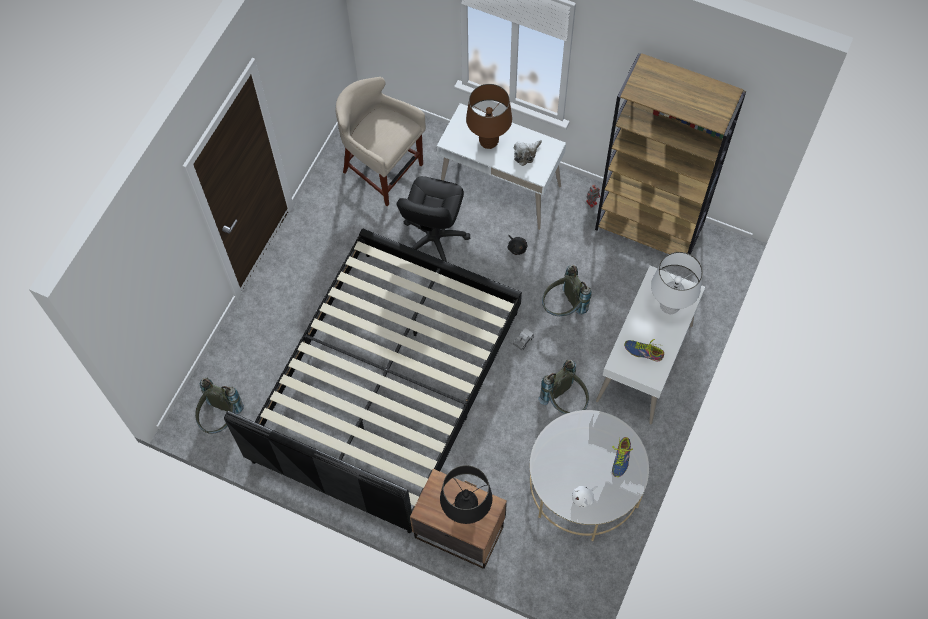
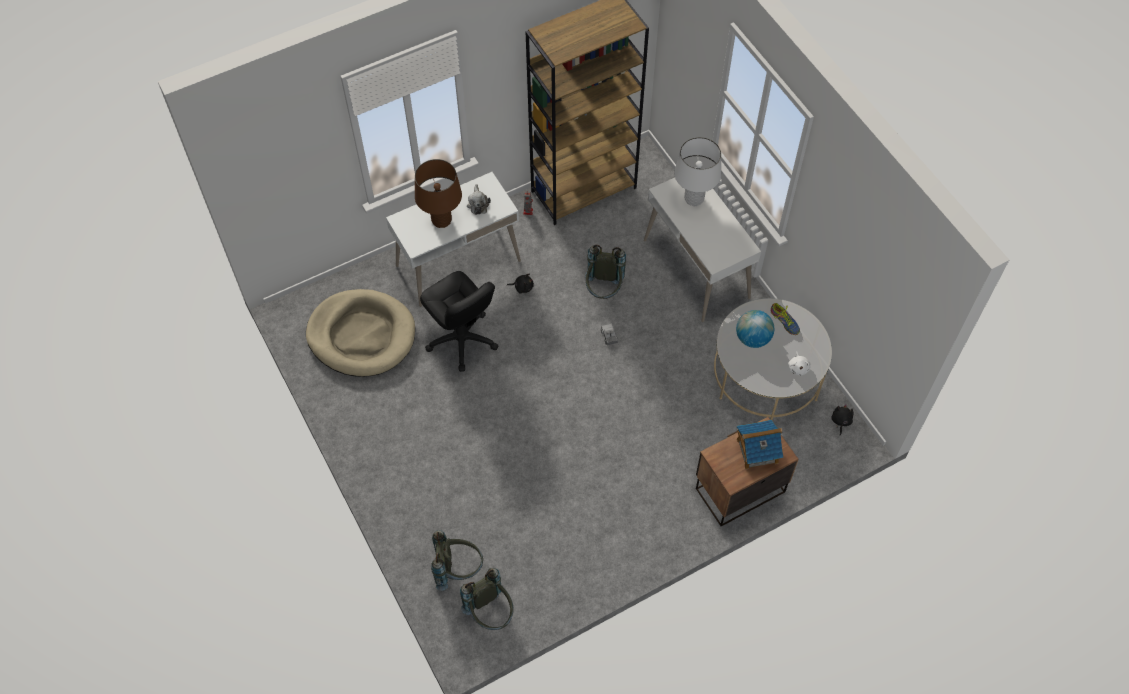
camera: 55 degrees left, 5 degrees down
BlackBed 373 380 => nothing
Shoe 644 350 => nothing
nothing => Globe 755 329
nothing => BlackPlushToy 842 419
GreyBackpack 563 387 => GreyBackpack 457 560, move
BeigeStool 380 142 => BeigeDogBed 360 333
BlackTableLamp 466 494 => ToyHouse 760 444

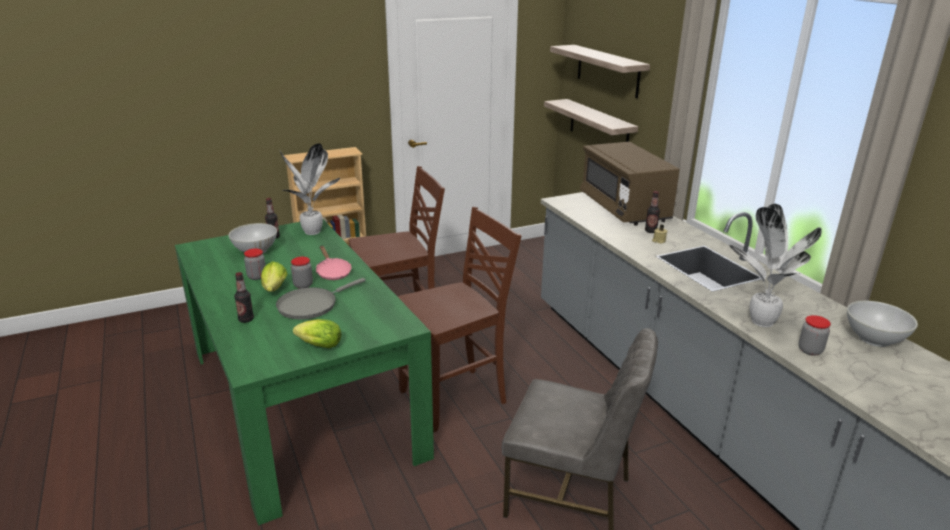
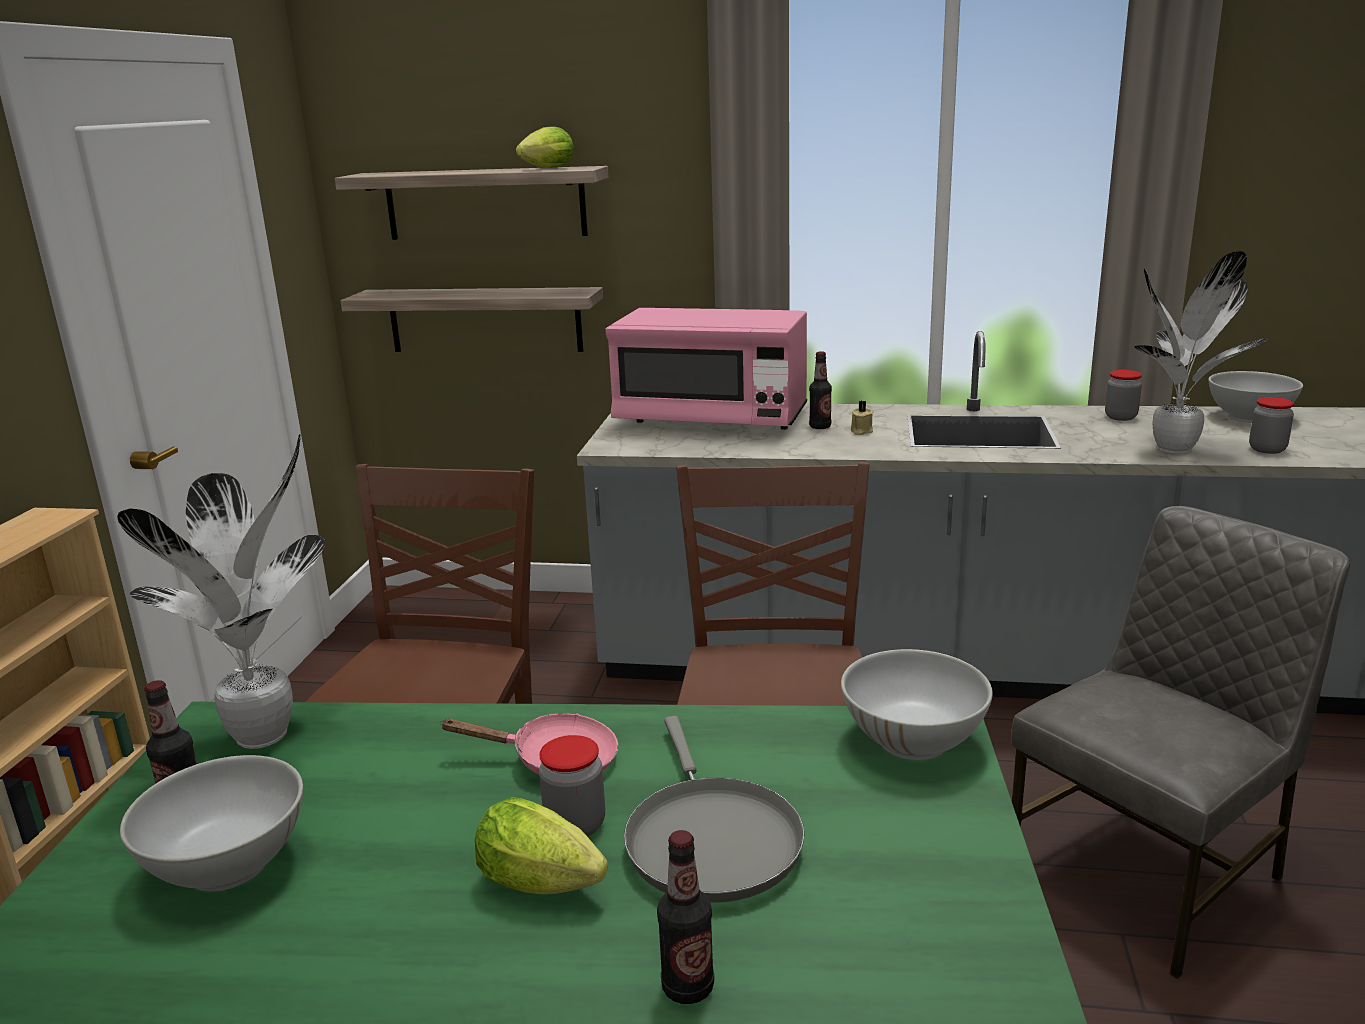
camera: 55 degrees left, 5 degrees down
nothing => WhiteBowl 917 704
Jar 255 264 => Jar 1123 395, move
Lettuce 317 333 => Lettuce 545 147, move
BrownMicrowave 630 184 => PinkMicrowave 706 369

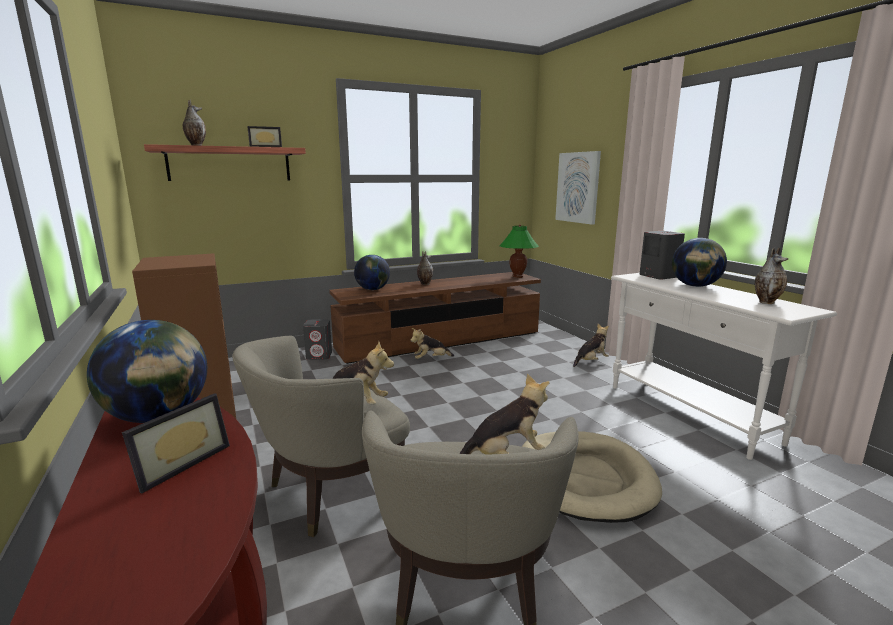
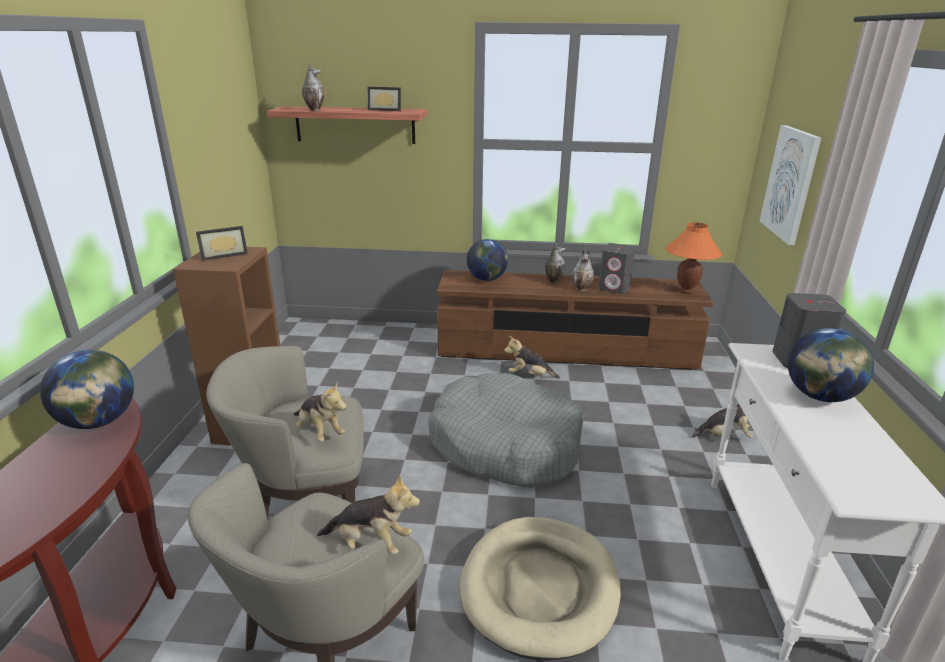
camera: 30 degrees right, 10 degrees up
nothing => GreyDogBed 506 430
PictureFrame 176 443 => PictureFrame 222 243, move
GreySpeaker 317 339 => GreySpeaker 616 268, move
Vase 771 276 => Vase 583 270, move
GreenTableLamp 519 251 => OrangeTableLamp 693 258

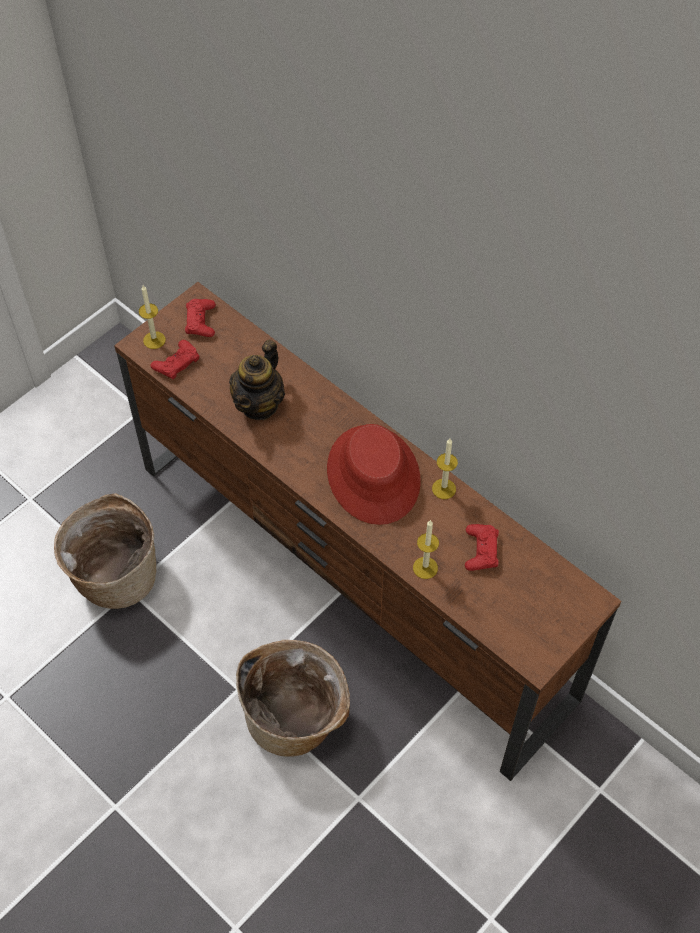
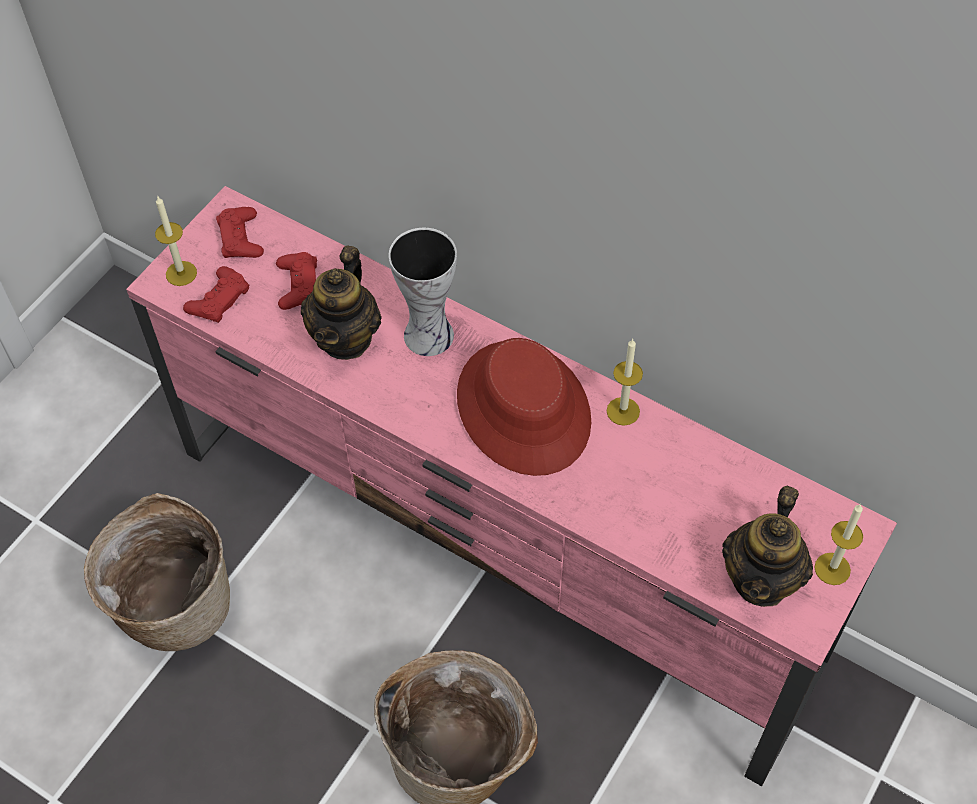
camera: 10 degrees left, 0 degrees up
nothing => Vase 422 292
nothing => Teapot 767 546
Candle 426 549 => Candle 838 544, move
RedGameController 482 547 => RedGameController 296 281, move
BrownTvStand 367 531 => PinkTvStand 511 486

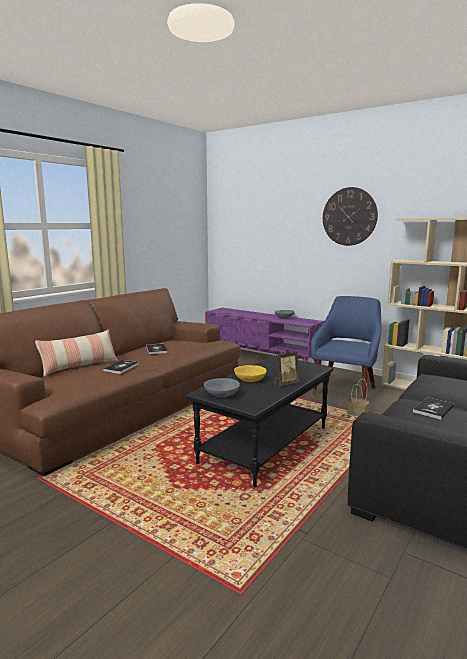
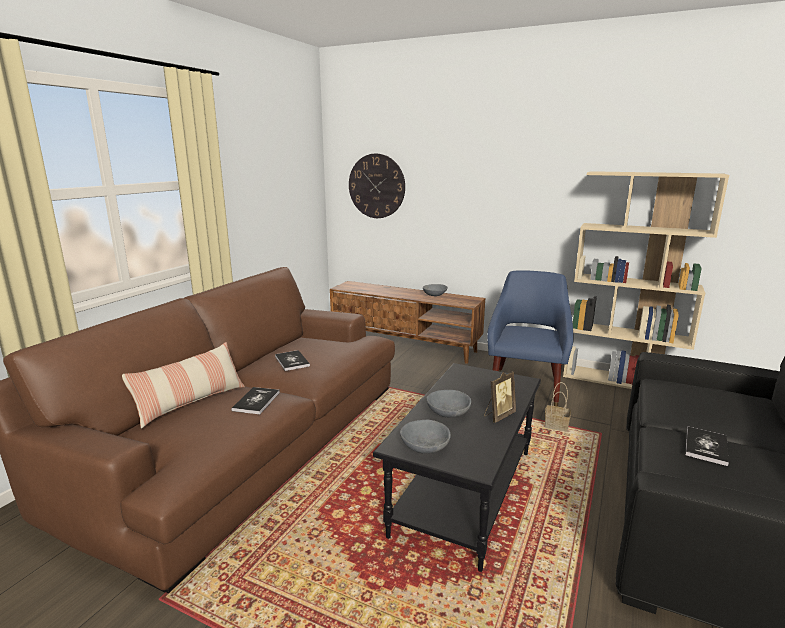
camera: 10 degrees left, 5 degrees up
WallClock 350 216 => WallClock 377 186, move
PurpleTvStand 264 336 => BrownTvStand 407 322
YellowBowl 250 373 => GreyBowl 448 404

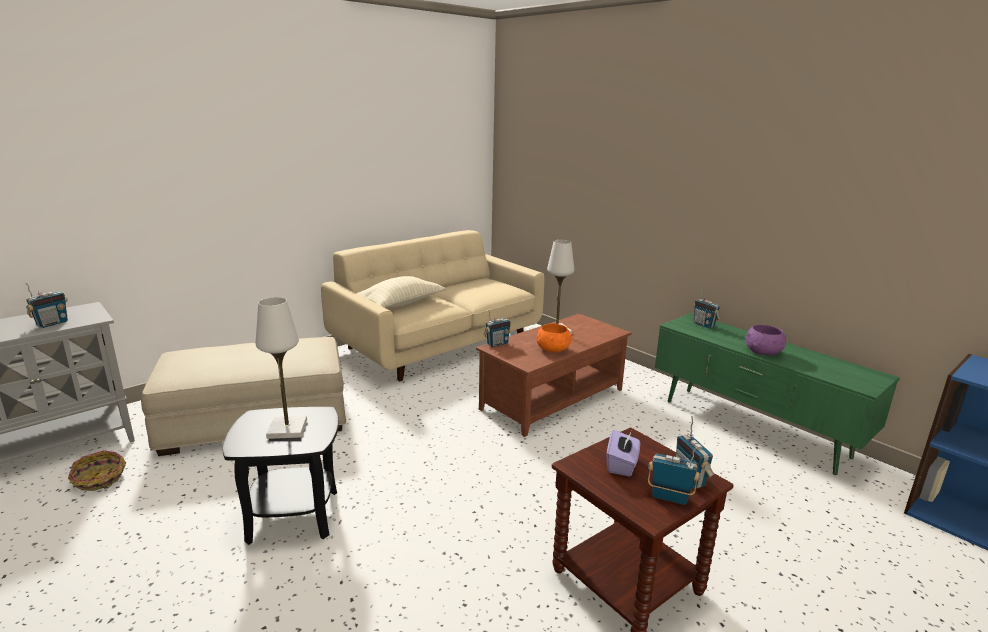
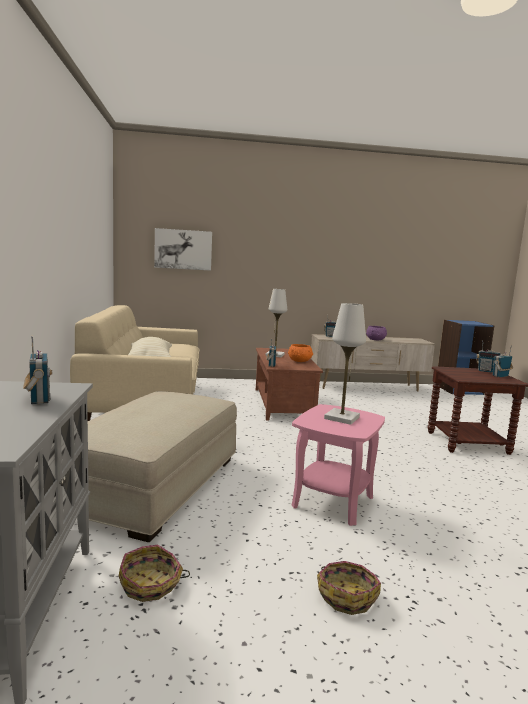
camera: 55 degrees left, 10 degrees down
PurpleTissueBox 623 453 => nothing
nothing => Picture 183 249
nothing => Basket 349 588
BlackSideTable 280 476 => PinkSideTable 338 465
GreenTvStand 777 394 => BeigeTvStand 372 362

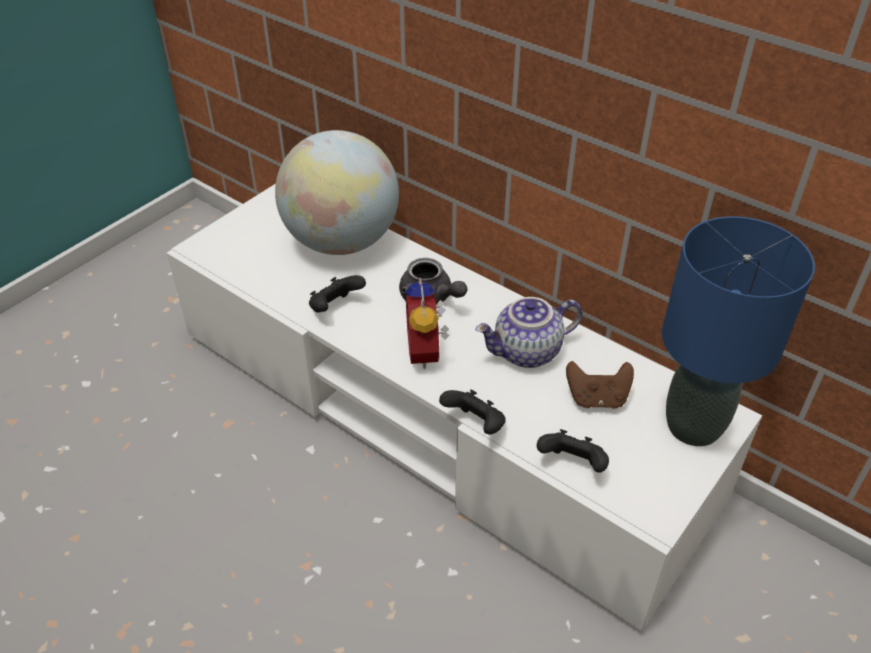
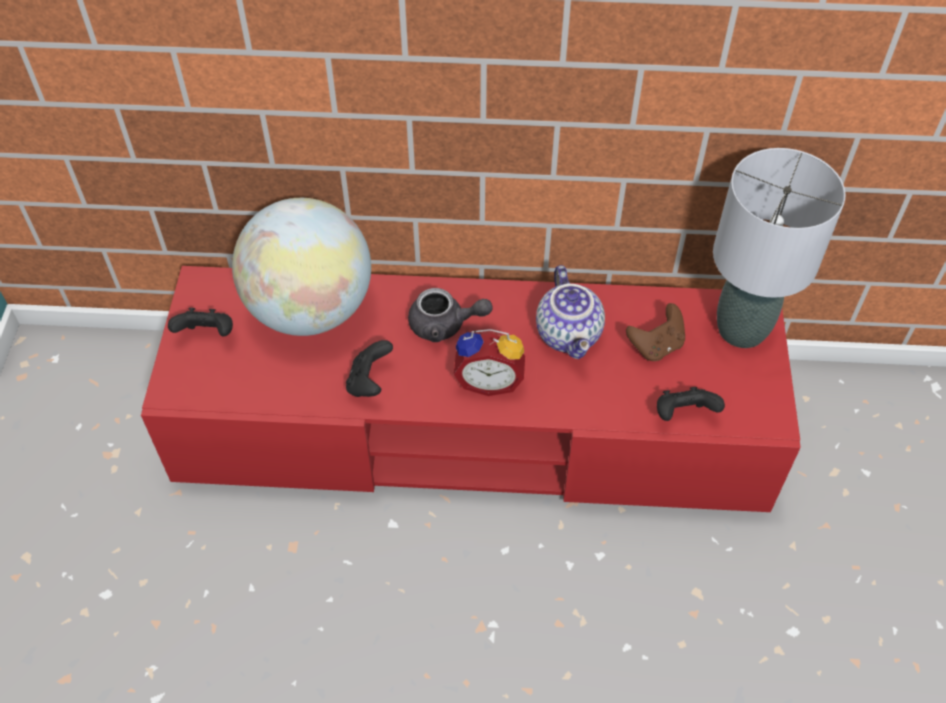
camera: 35 degrees left, 10 degrees up
BlackGameController 472 412 => BlackGameController 200 322, move
WhiteTvStand 464 407 => RedTvStand 471 389
BlueTableLamp 738 331 => GreyTableLamp 779 248
AlarmClock 428 323 => AlarmClock 489 362, 45 degrees counterclockwise
Teapot 528 332 => Teapot 570 312, 45 degrees counterclockwise

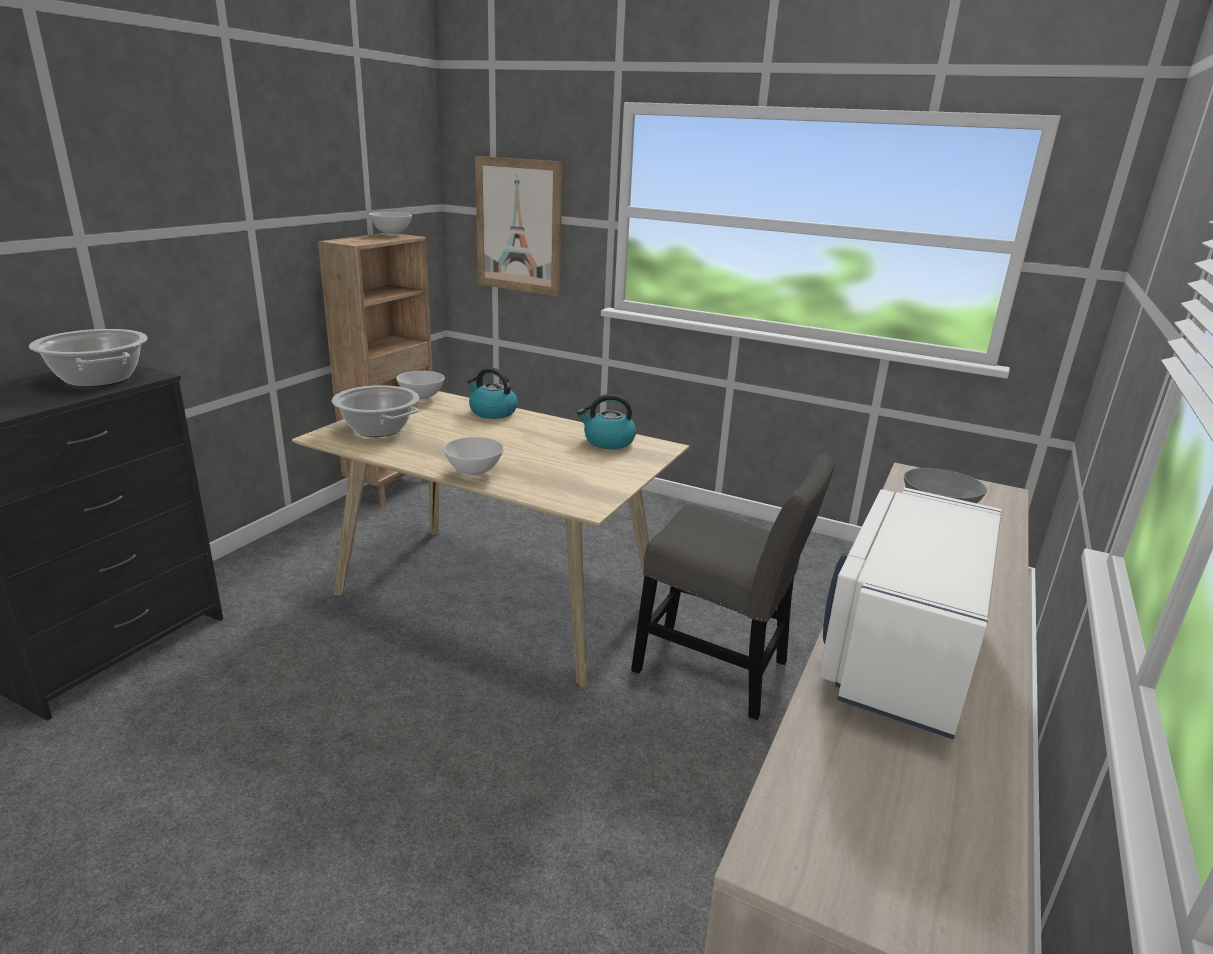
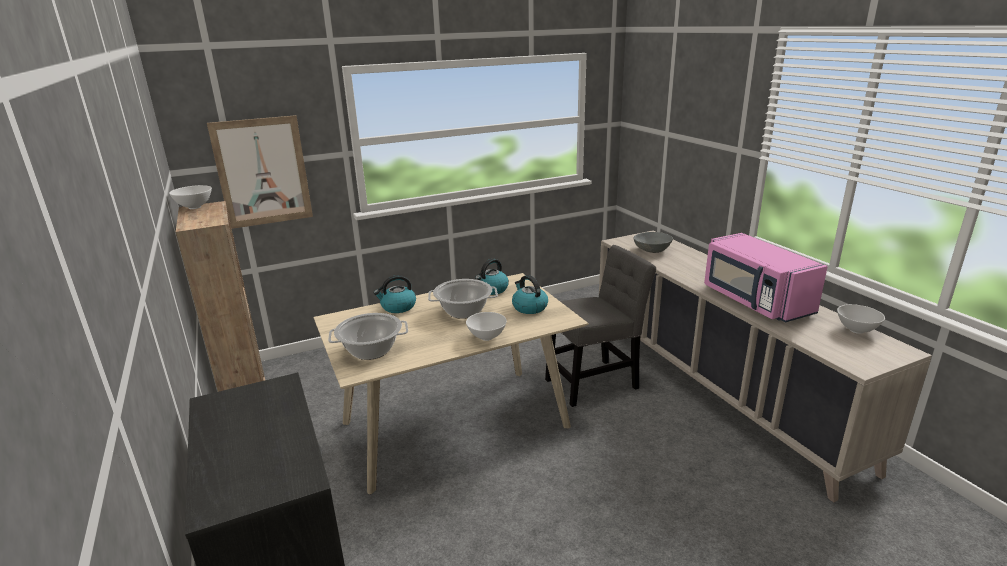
camera: 50 degrees left, 0 degrees up
nothing => Kettle 530 294
CookingPot 88 358 => CookingPot 463 299, move
WhiteBowl 420 386 => WhiteBowl 861 319, move
WhiteMicrowave 910 613 => PinkMicrowave 766 277

